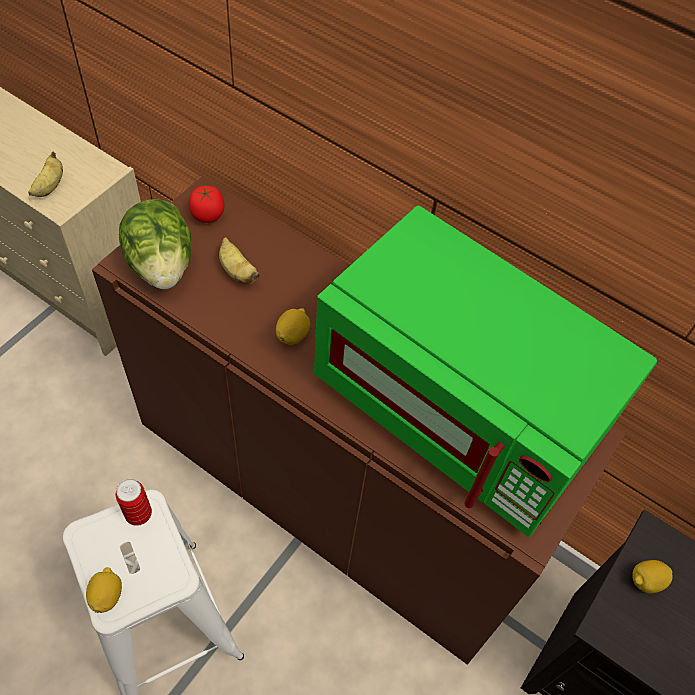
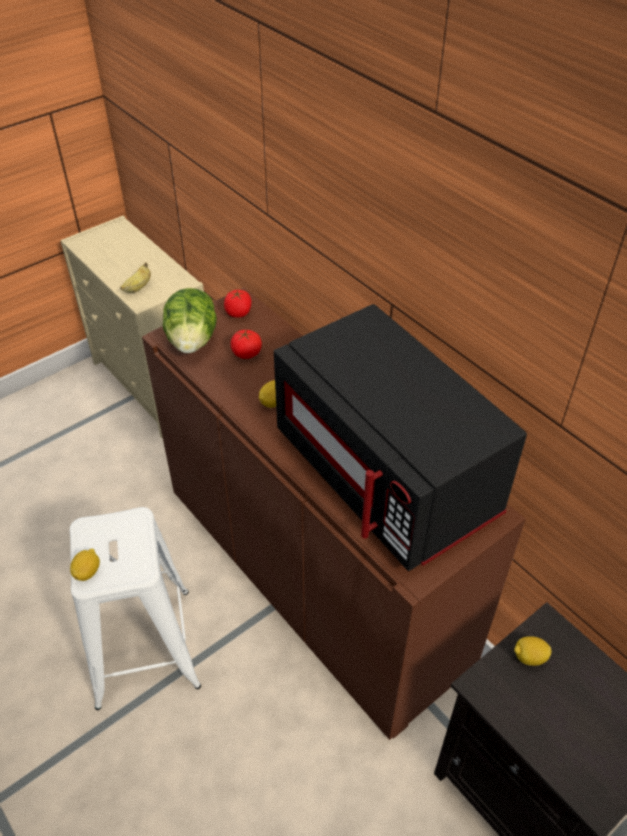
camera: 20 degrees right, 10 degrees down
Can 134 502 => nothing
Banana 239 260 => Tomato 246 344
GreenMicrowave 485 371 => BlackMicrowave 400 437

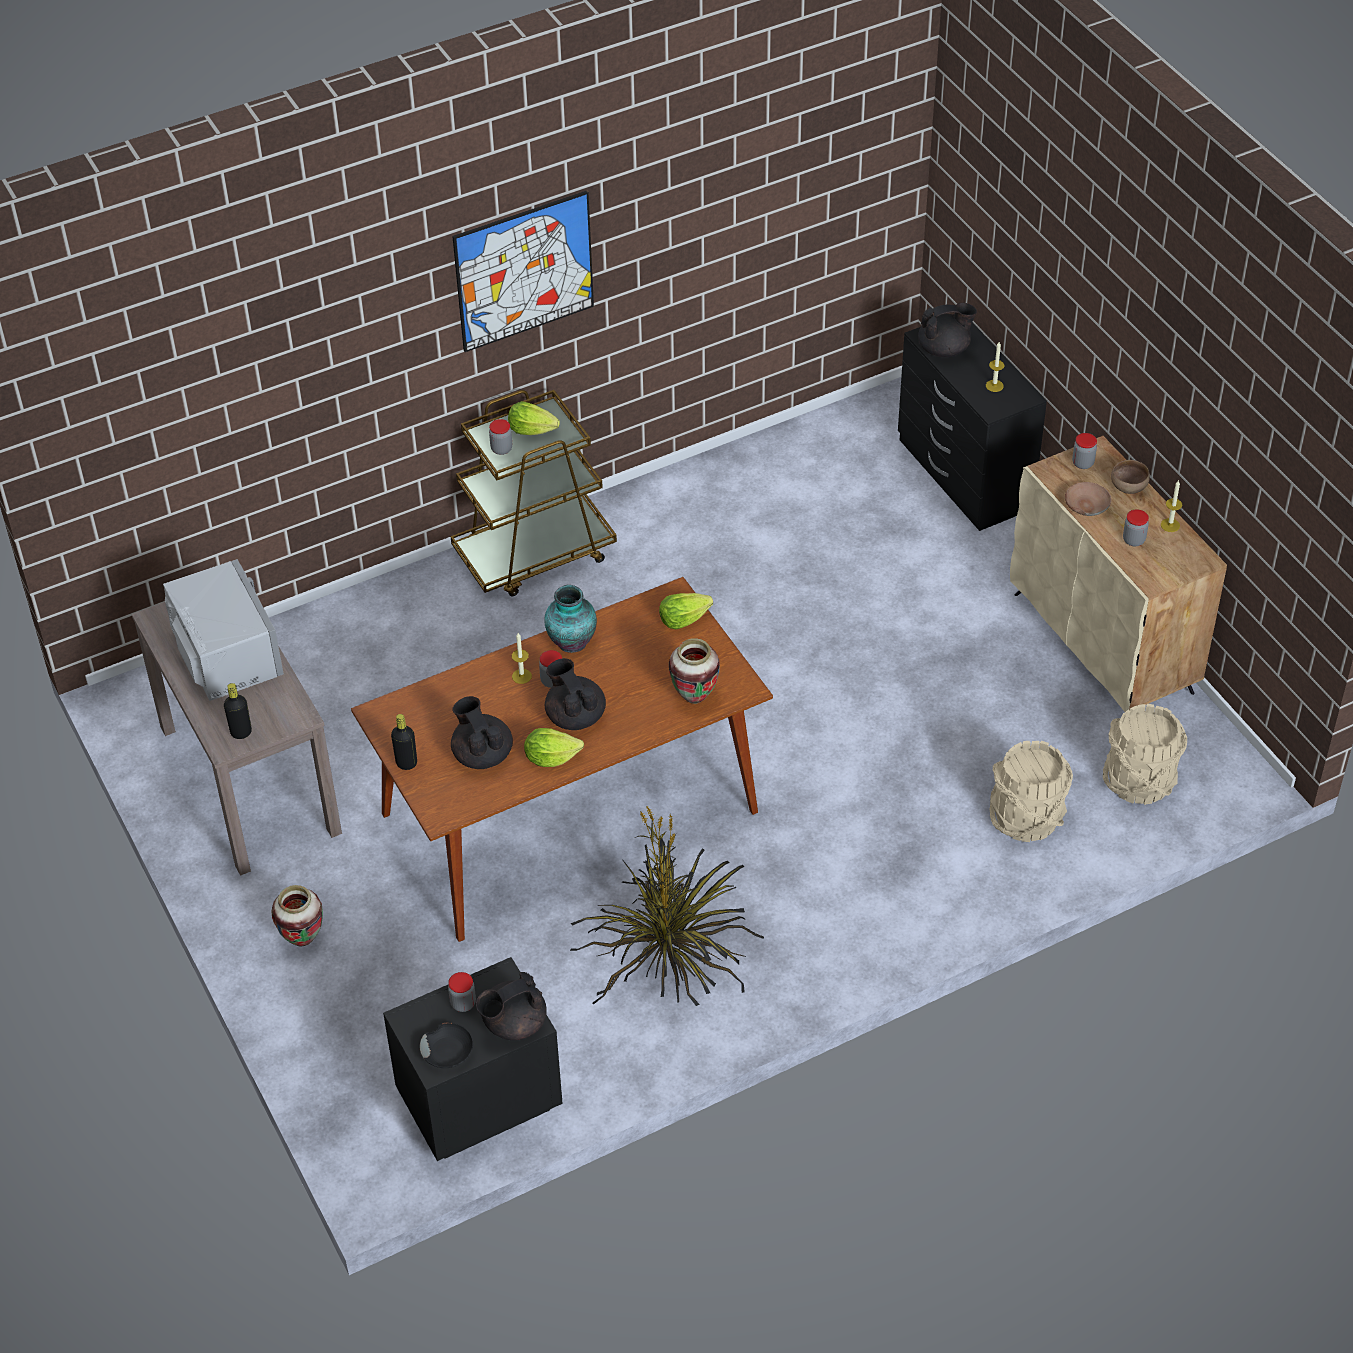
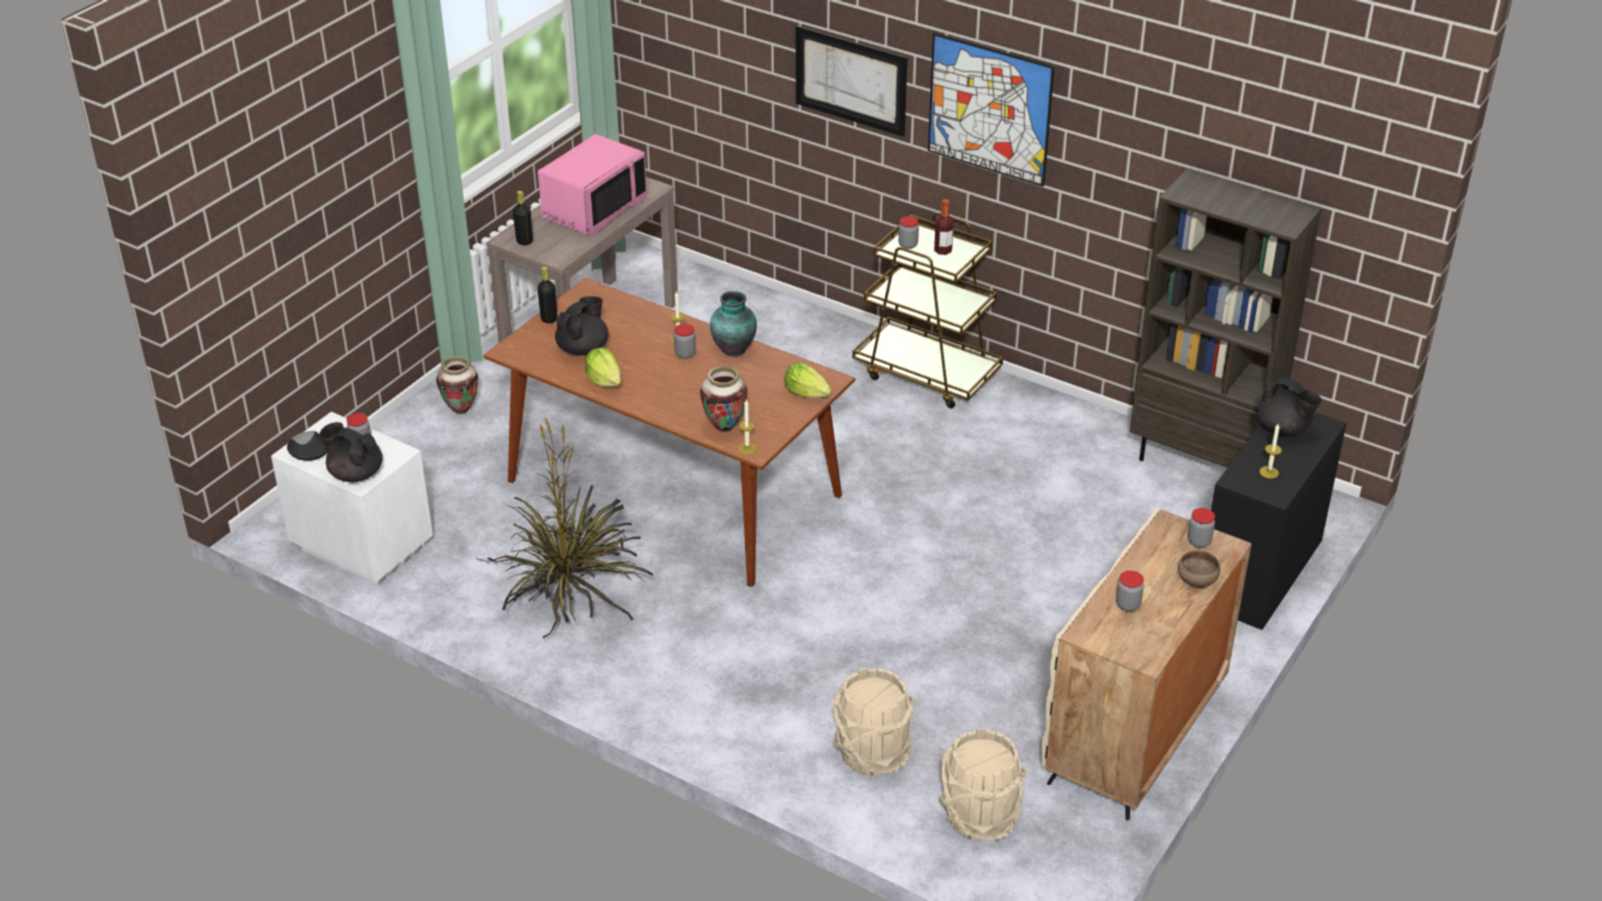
camera: 60 degrees right, 10 degrees down
BlackTeapot 575 694 => nothing
BrownBowl 1088 499 => nothing
nothing => Picture 852 81
nothing => BrownBookcase 1226 318
Candle 1171 506 => Candle 747 427, move
Lettuce 534 418 => Bottle 944 227
GreyMicrowave 223 630 => PinkMicrowave 592 185
BlackNightstand 473 1059 => WhiteNightstand 352 498

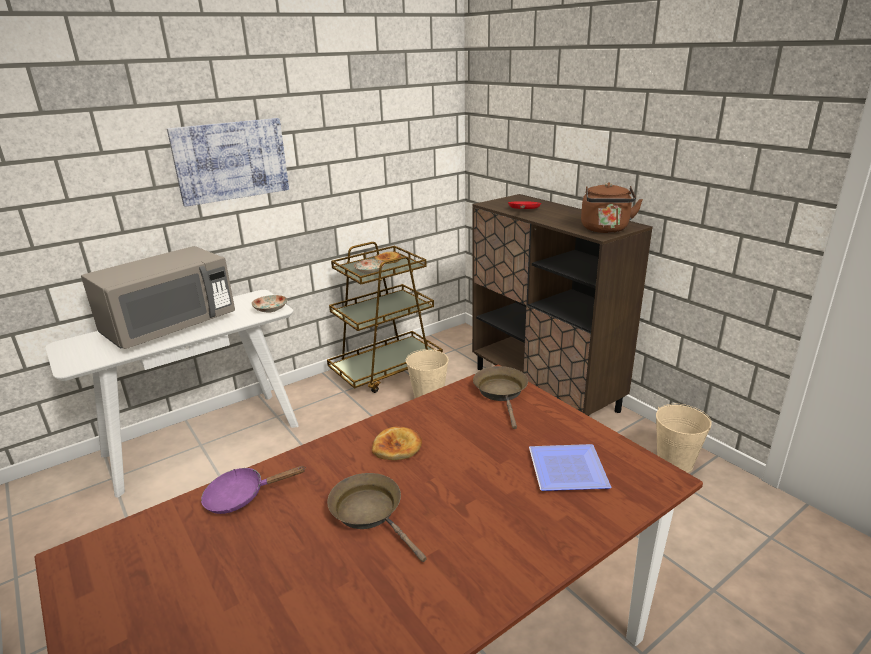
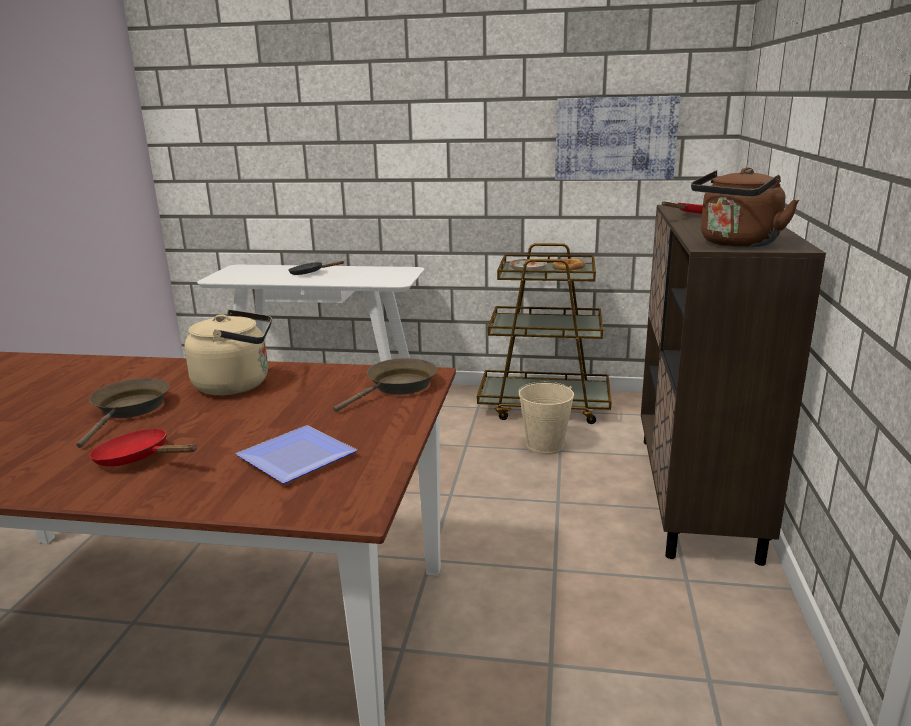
camera: 45 degrees right, 5 degrees down
PurpleFryingPan 253 490 => nothing
Plate 269 304 => nothing
BeigeBucket 684 438 => nothing
nothing => RedFryingPan 143 447
Picture 228 162 => Picture 617 138, move
GreyMicrowave 158 297 => BlackFryingPan 316 268
Bread 397 443 => BeigeKettle 228 352

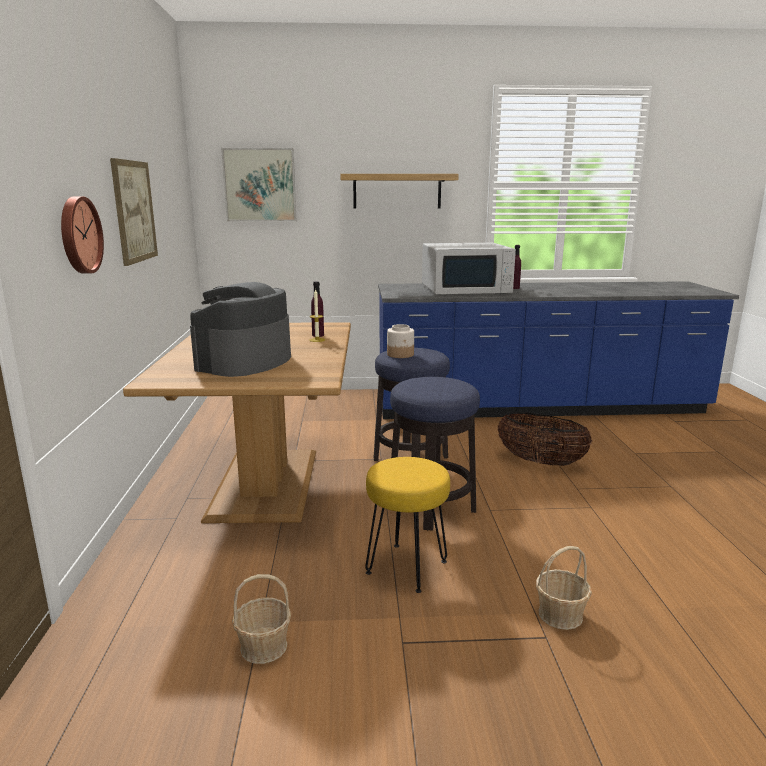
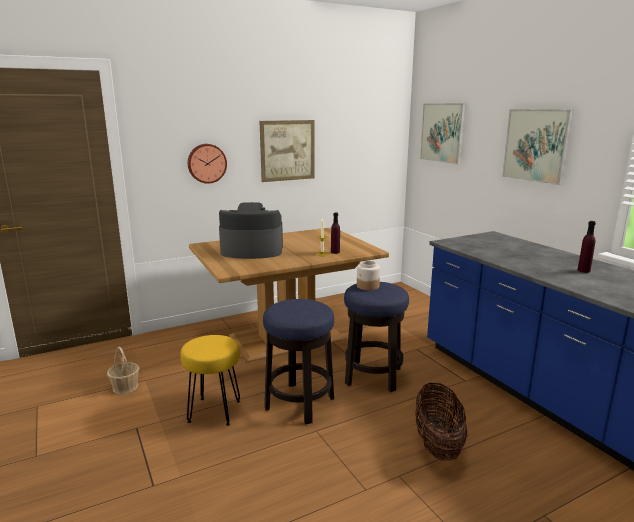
camera: 65 degrees right, 0 degrees up
WhiteMicrowave 469 269 => nothing
Basket 564 588 => nothing
Shelf 399 191 => Picture 537 147

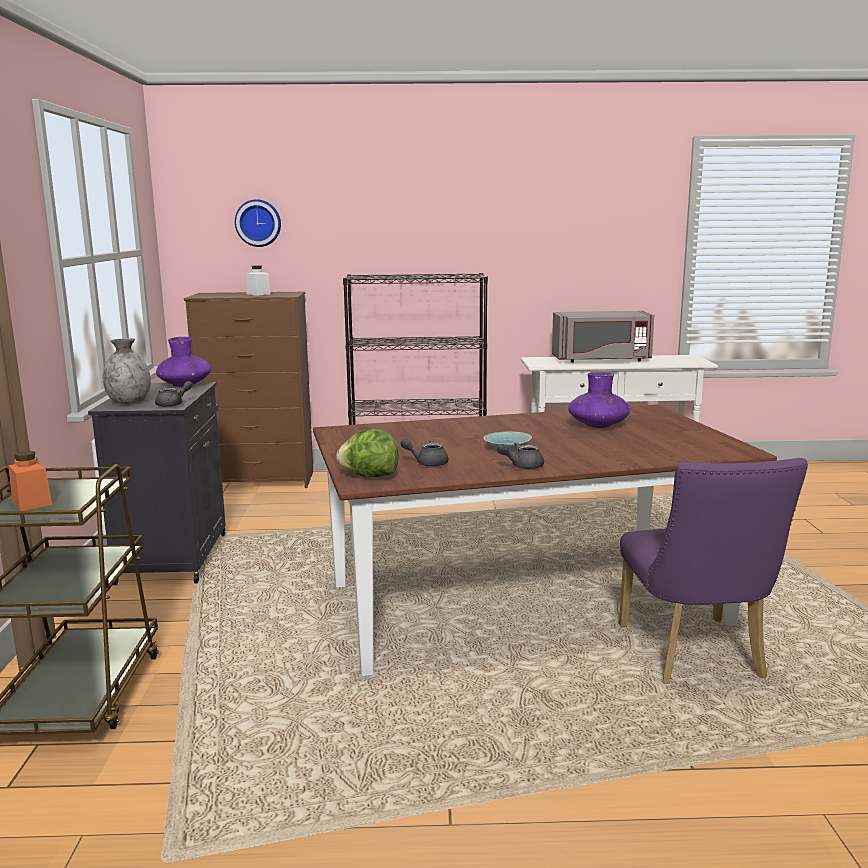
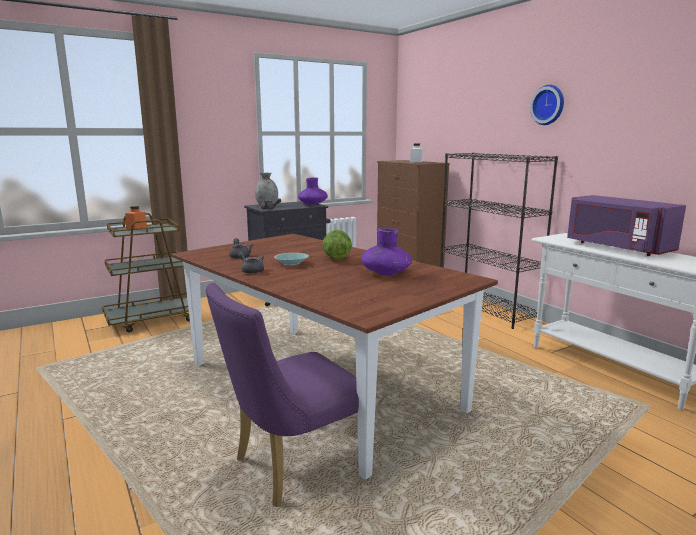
camera: 60 degrees right, 0 degrees up
WallClock 258 223 => WallClock 547 105, move
Lettuce 367 453 => Lettuce 337 244, move
GreyMicrowave 603 337 => PurpleMicrowave 626 225

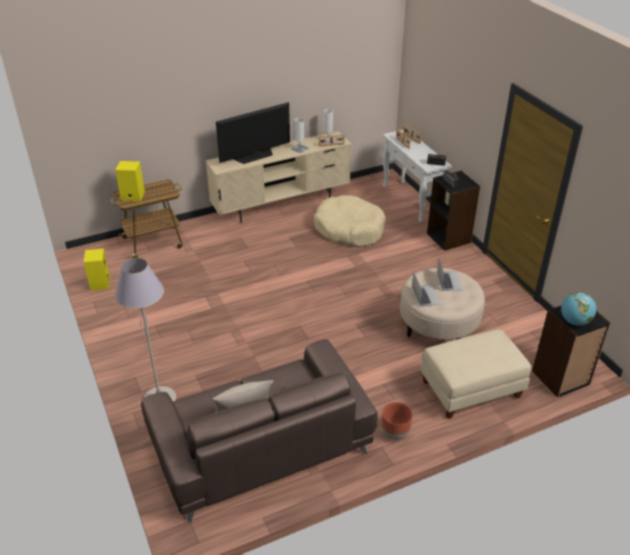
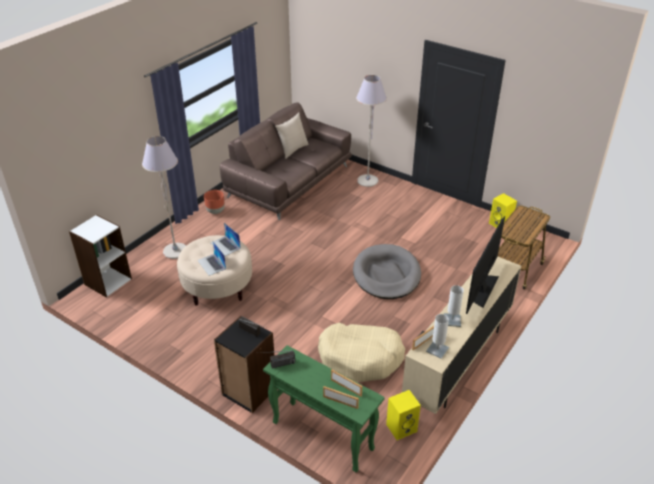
camera: 150 degrees right, 0 degrees up
Globe 578 308 => nothing
nothing => GreyDogBed 387 271
YellowSpeaker 130 181 => YellowSpeaker 403 415, move
BeigeOttoman 476 374 => GreyFloorLamp 164 197
WhiteConsoleTable 417 175 => GreenConsoleTable 324 409
BlackBookcase 571 352 => WhiteBookcase 100 256

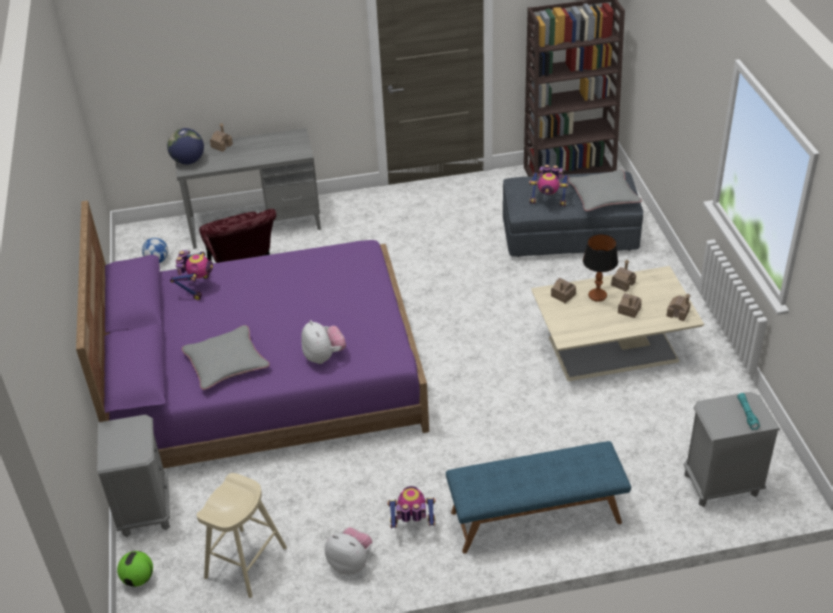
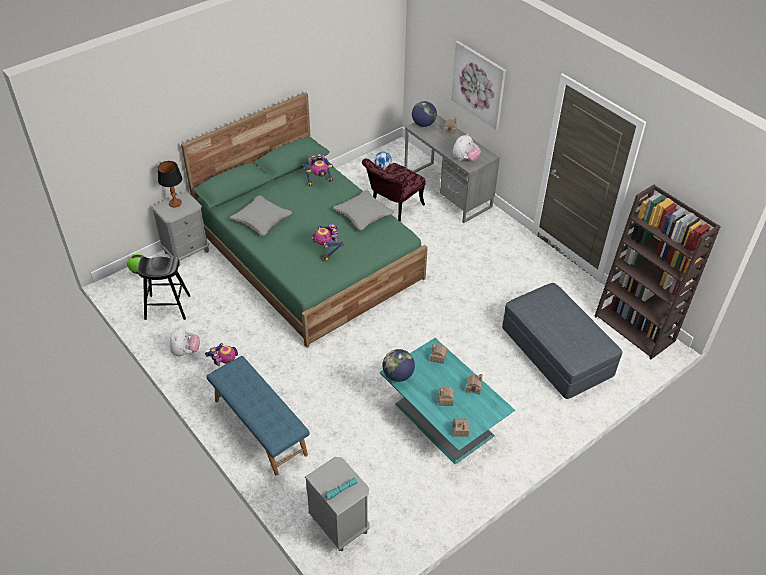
camera: 60 degrees right, 5 degrees up
nothing => Globe 399 365
nothing => Picture 478 85
PlushToy 323 342 => PlushToy 467 148, move
ToyRobot 549 186 => ToyRobot 327 242, move
GreyPillow 605 190 => GreyPillow 363 210, move
TableLamp 600 268 => TableLamp 170 184, move
PurpleBed 252 334 => GreenBed 304 220
BeigeStool 242 535 => BlackStool 164 288
BeigeCoffeeTable 617 323 => TurquoiseCoffeeTable 447 401

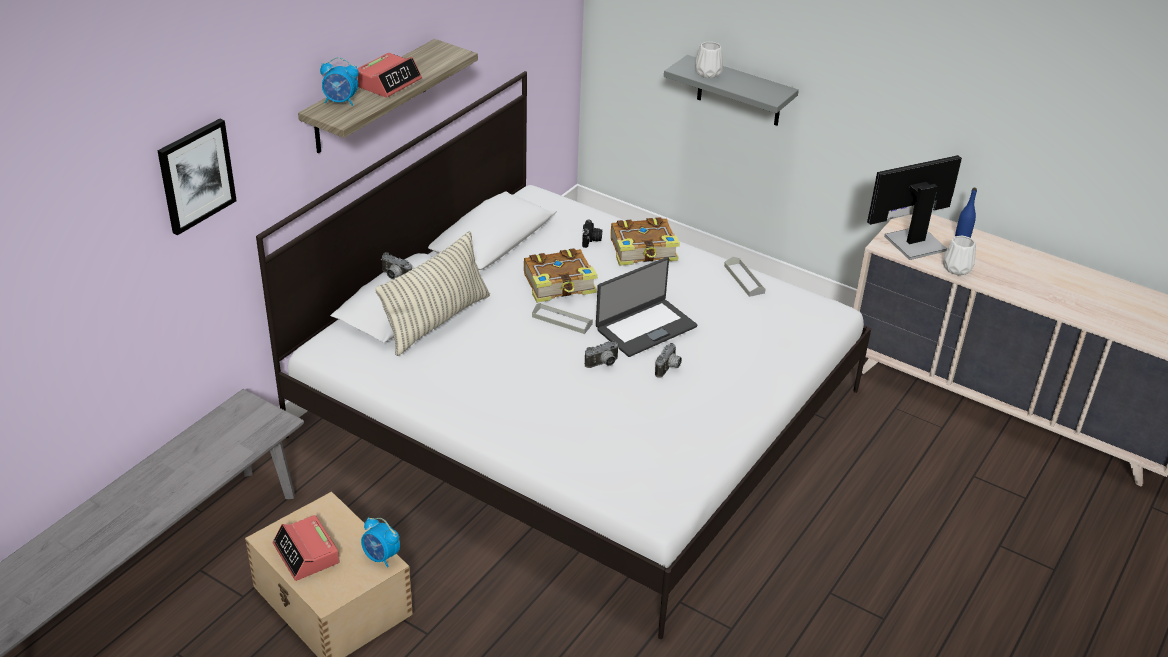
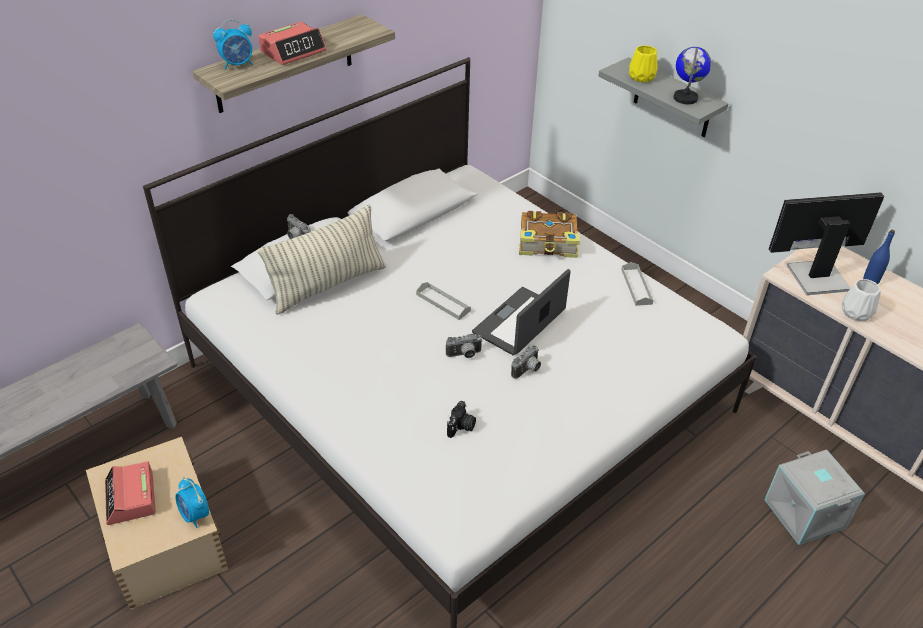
camera: 15 degrees right, 5 degrees up
Picture 197 177 => nothing
Book 561 275 => nothing
nothing => Globe 692 75
nothing => GreyStorageBox 814 497
PhotoCamera 592 234 => PhotoCamera 461 419, move
WhiteVase 709 60 => YellowVase 643 64
AlarmClock 339 81 => AlarmClock 233 44, 45 degrees counterclockwise
Laptop 646 307 => Laptop 521 312, 150 degrees clockwise

